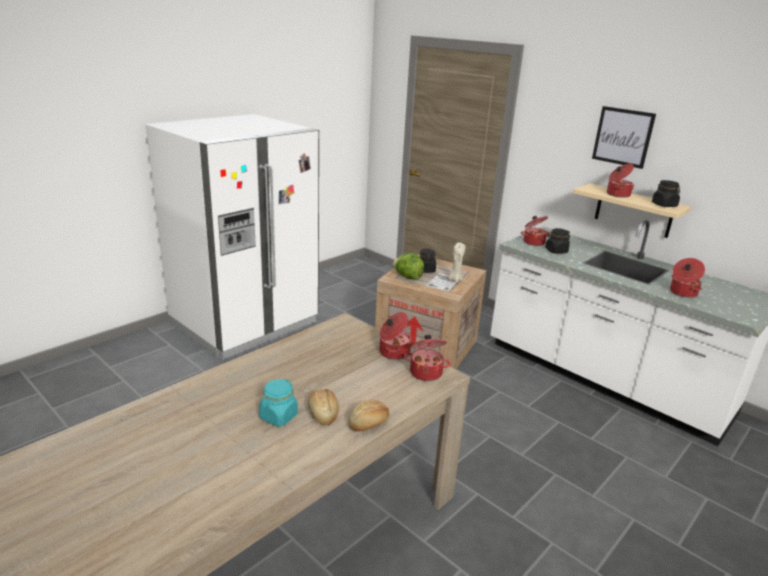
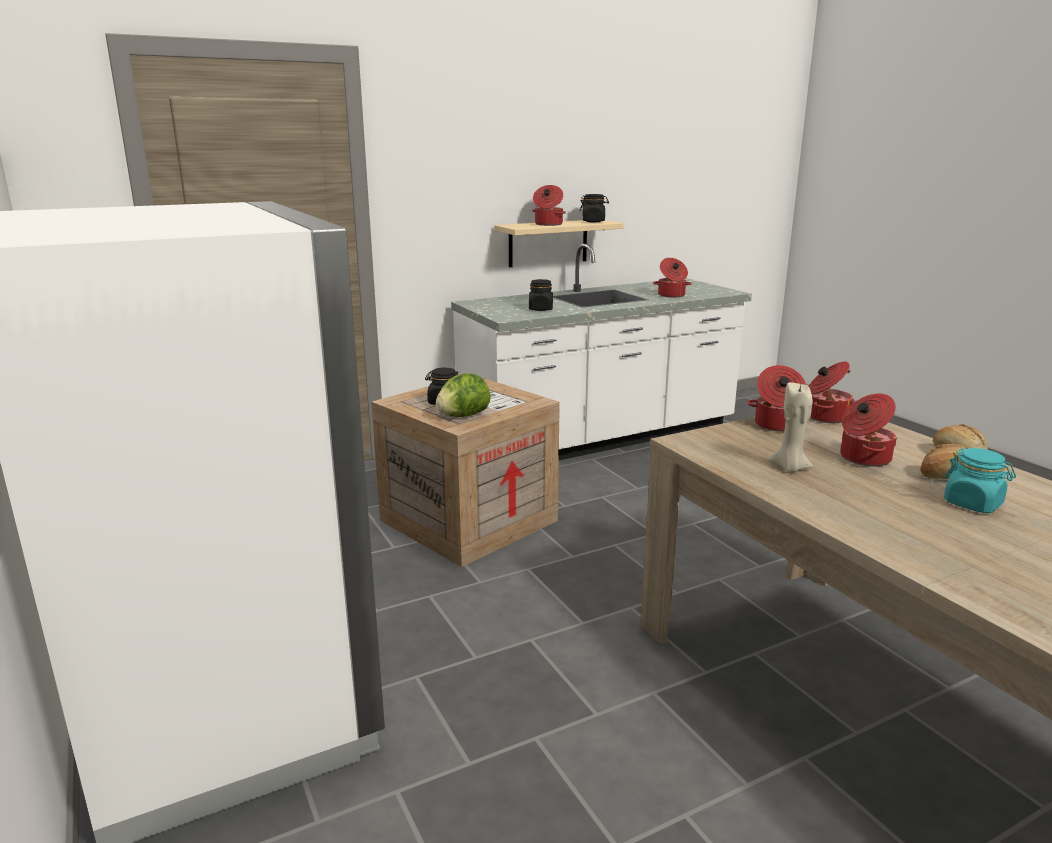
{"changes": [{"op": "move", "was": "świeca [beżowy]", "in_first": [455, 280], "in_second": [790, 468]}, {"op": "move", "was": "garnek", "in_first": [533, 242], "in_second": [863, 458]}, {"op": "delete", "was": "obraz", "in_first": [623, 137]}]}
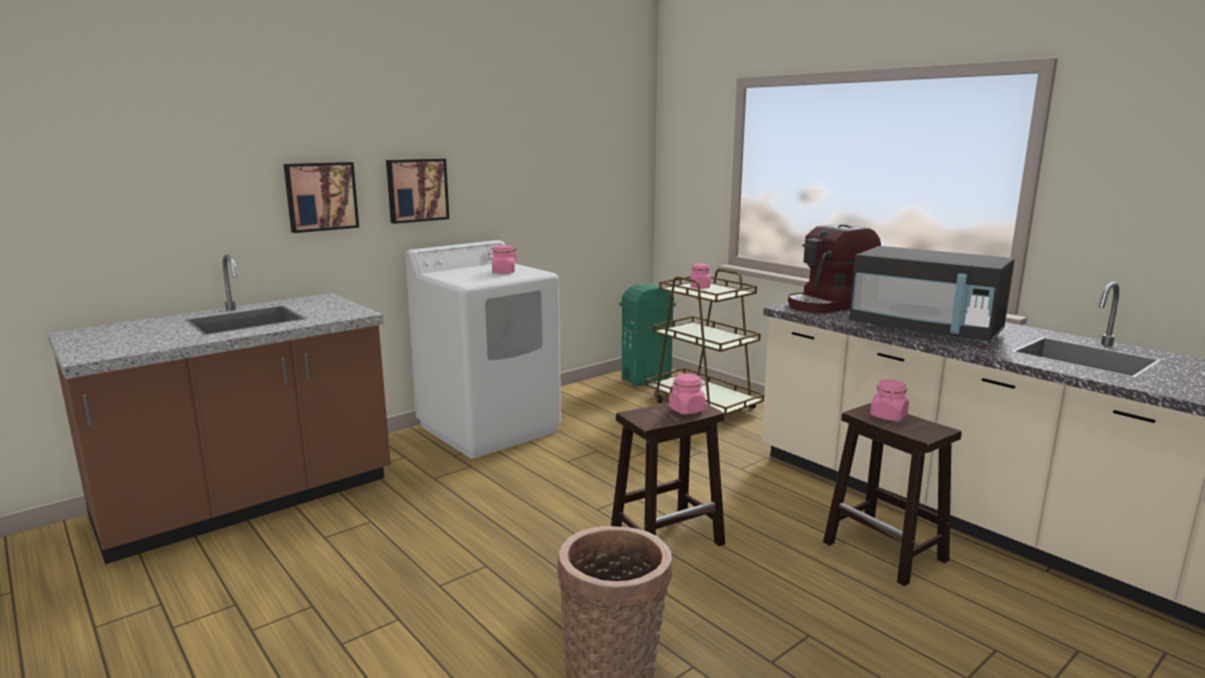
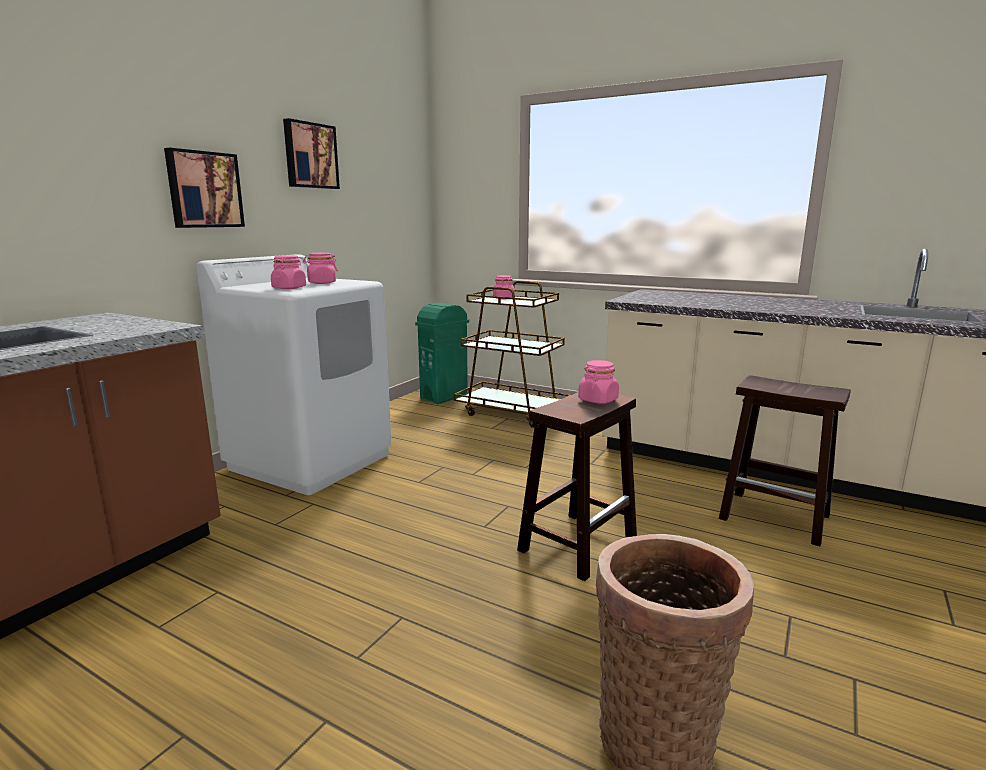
{"changes": [{"op": "move", "was": "obraz", "in_first": [321, 196], "in_second": [310, 156]}, {"op": "delete", "was": "ekspres do kawy", "in_first": [829, 305]}, {"op": "delete", "was": "mikrofalówka [czarny]", "in_first": [925, 331]}, {"op": "move", "was": "słoik [różowy]", "in_first": [888, 416], "in_second": [289, 288]}]}
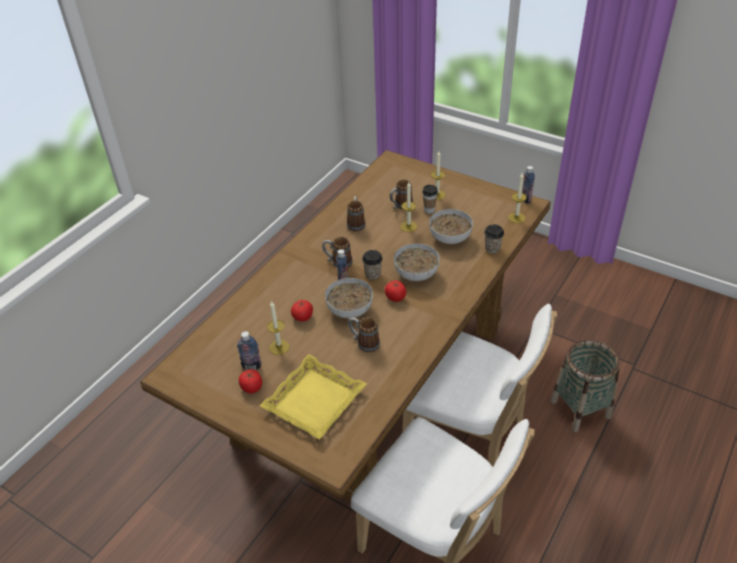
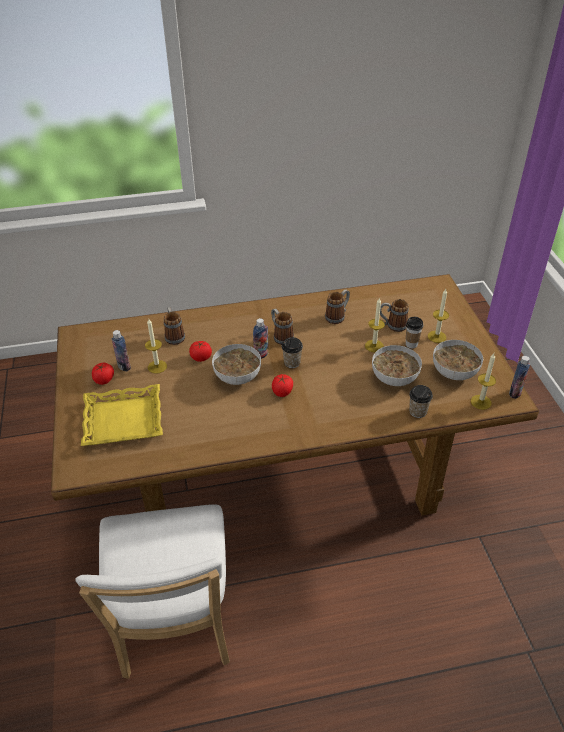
{"changes": [{"op": "move", "was": "kubek", "in_first": [364, 343], "in_second": [174, 336]}, {"op": "move", "was": "miska", "in_first": [416, 273], "in_second": [455, 372]}, {"op": "delete", "was": "krzesło [biały]", "in_first": [469, 439]}, {"op": "delete", "was": "koszyk", "in_first": [580, 409]}]}
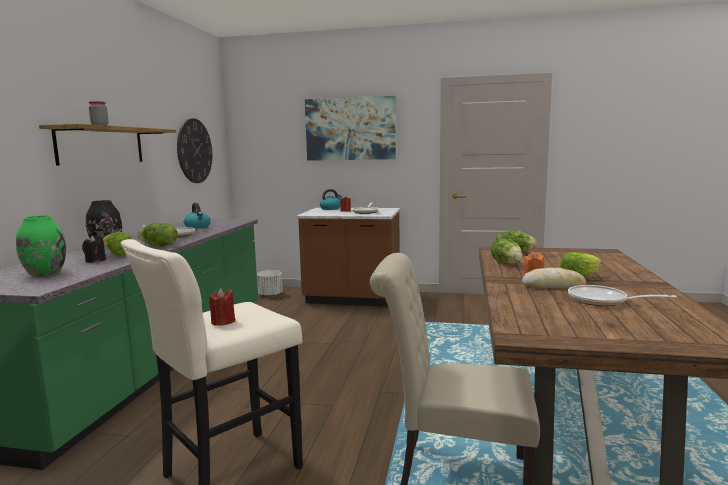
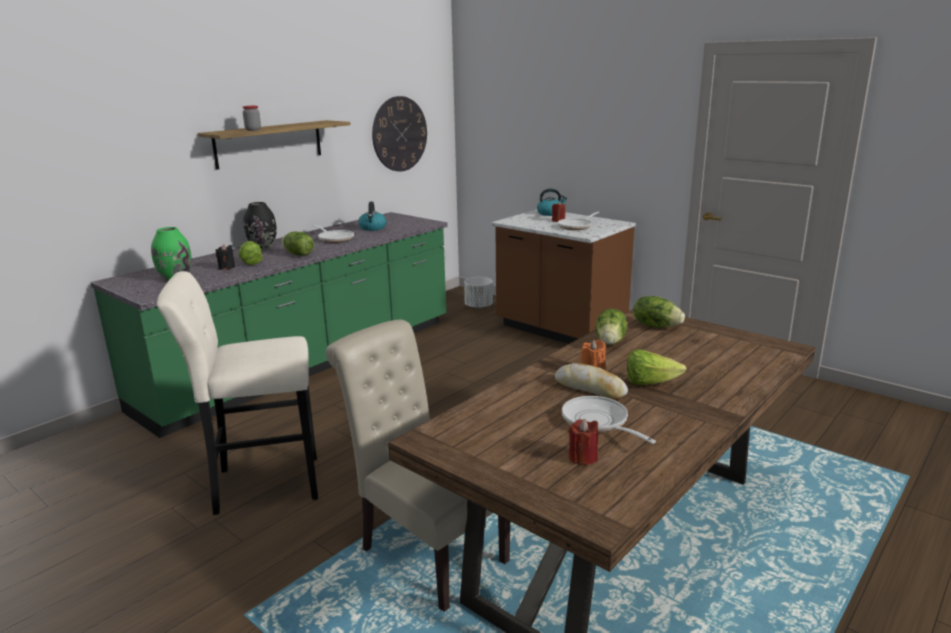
{"changes": [{"op": "move", "was": "świeca [czerwony]", "in_first": [223, 322], "in_second": [583, 457]}, {"op": "delete", "was": "obraz", "in_first": [350, 129]}]}
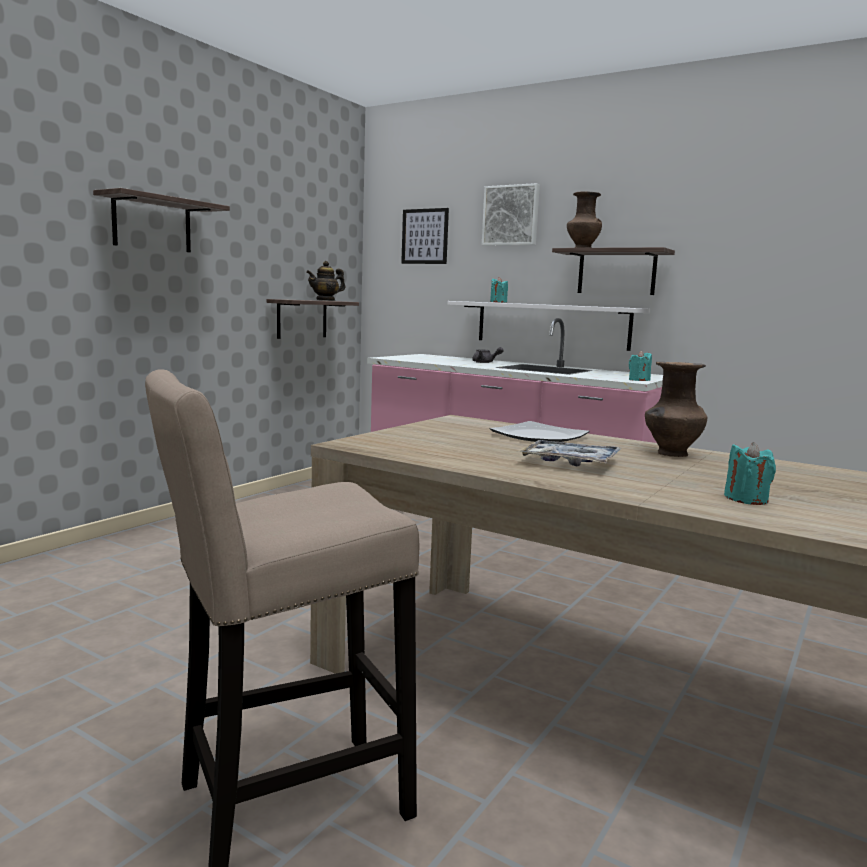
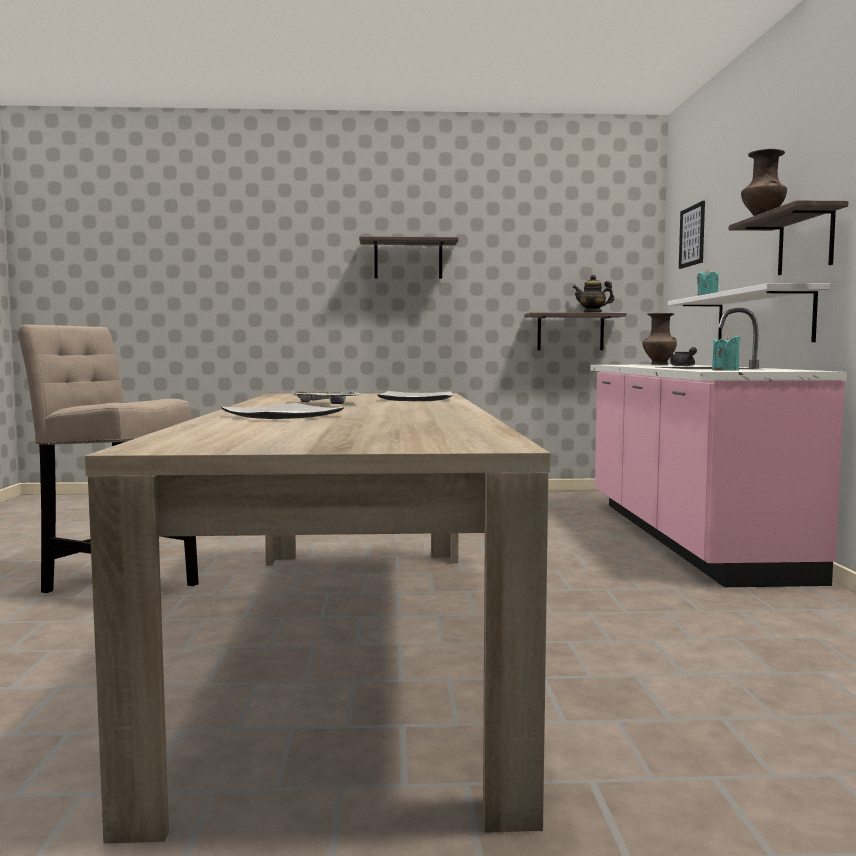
{"changes": [{"op": "delete", "was": "obraz", "in_first": [511, 215]}, {"op": "move", "was": "wazon [brązowy]", "in_first": [671, 454], "in_second": [658, 364]}, {"op": "replace", "was": "świeca [turkusowy]", "now": "talerz", "in_first": [746, 499], "in_second": [281, 416]}]}
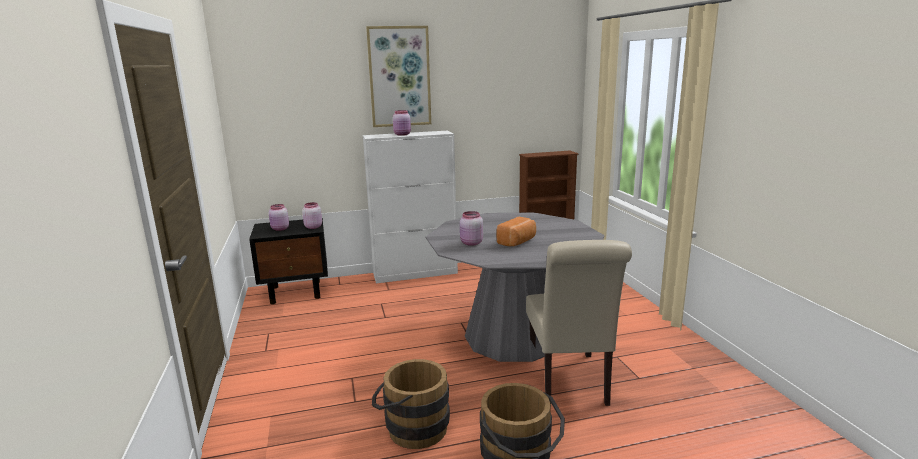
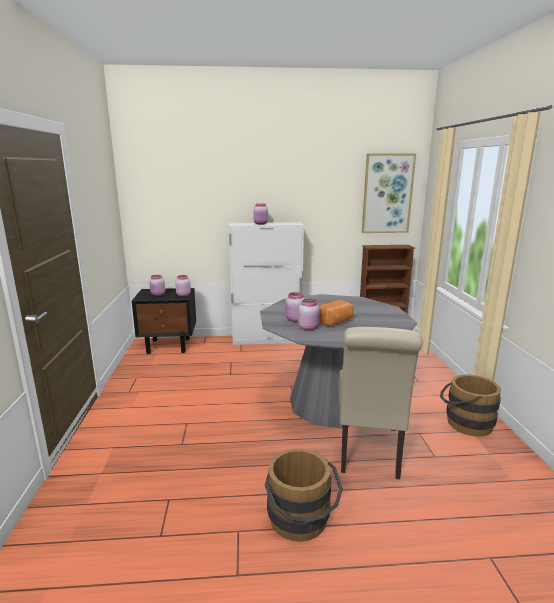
{"changes": [{"op": "move", "was": "obraz", "in_first": [399, 77], "in_second": [387, 194]}, {"op": "move", "was": "wiadro [brązowy]", "in_first": [411, 428], "in_second": [464, 423]}, {"op": "insert", "now": "słoik [różowy]", "in_second": [309, 328]}]}
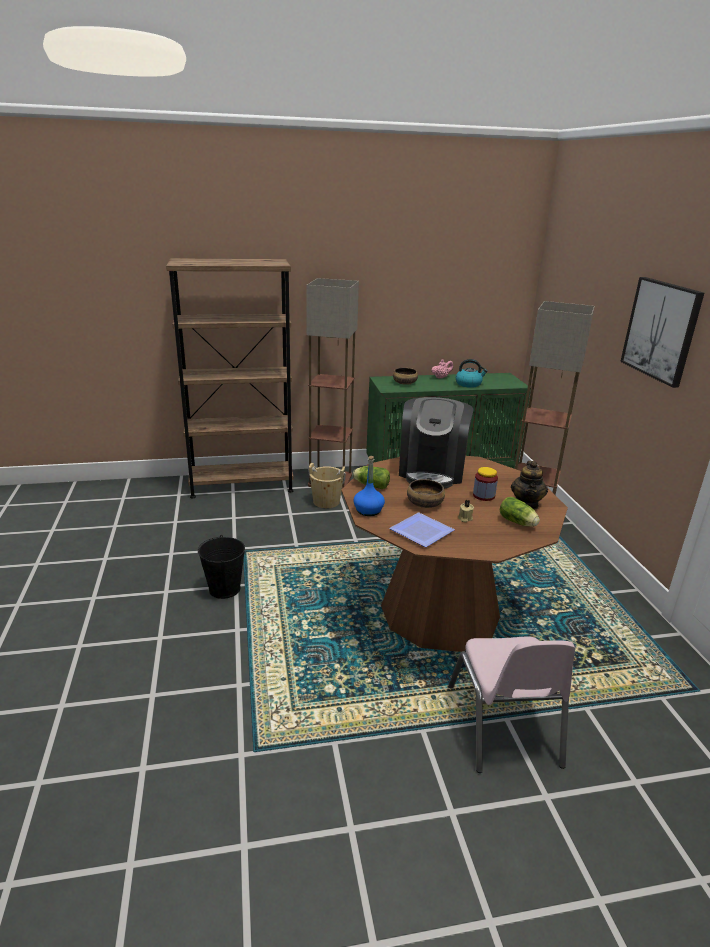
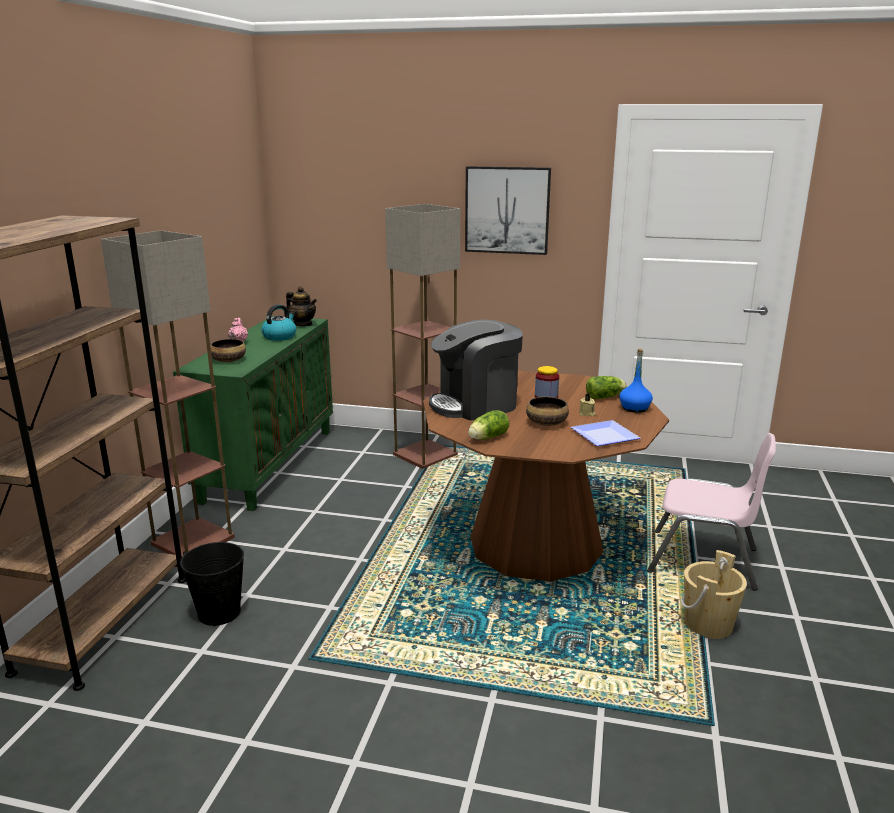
{"changes": [{"op": "move", "was": "wiadro [czarny]", "in_first": [225, 589], "in_second": [219, 612]}, {"op": "move", "was": "wiadro [beżowy]", "in_first": [326, 502], "in_second": [708, 624]}, {"op": "move", "was": "butelka [niebieski]", "in_first": [368, 510], "in_second": [635, 408]}, {"op": "rotate", "was": "ekspres do kawy", "in_first": [432, 471], "in_second": [475, 404], "clockwise": 120}, {"op": "move", "was": "imbryk", "in_first": [526, 504], "in_second": [303, 324]}]}
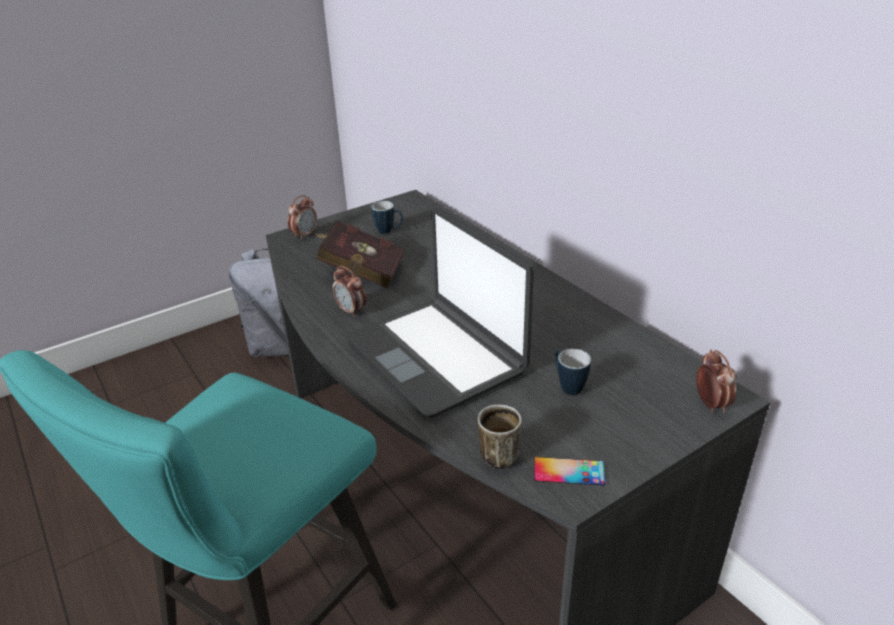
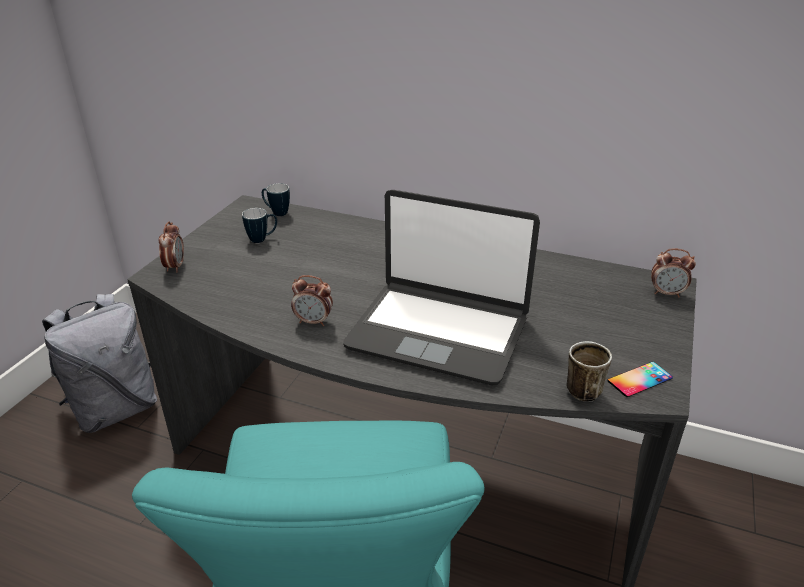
{"changes": [{"op": "delete", "was": "książka [czerwony]", "in_first": [360, 272]}, {"op": "move", "was": "kubek", "in_first": [567, 386], "in_second": [276, 213]}, {"op": "rotate", "was": "budzik", "in_first": [710, 404], "in_second": [666, 293], "clockwise": 150}]}
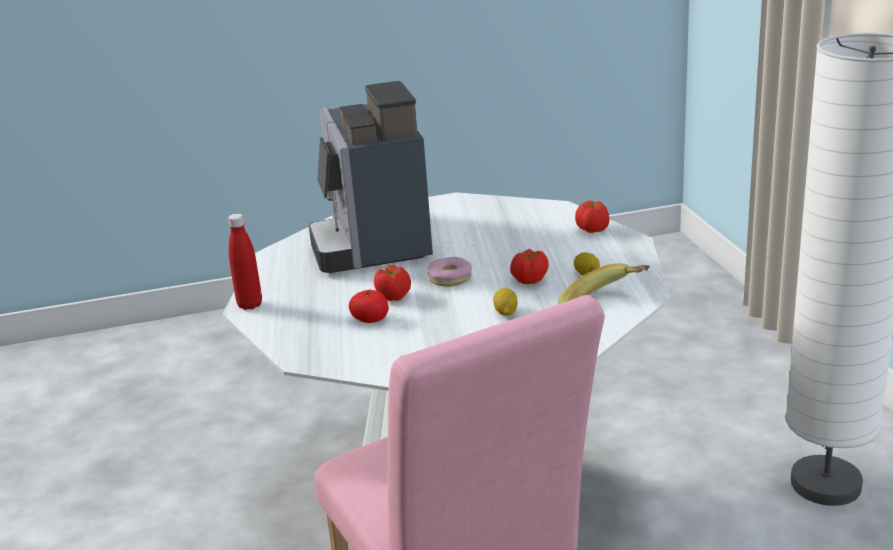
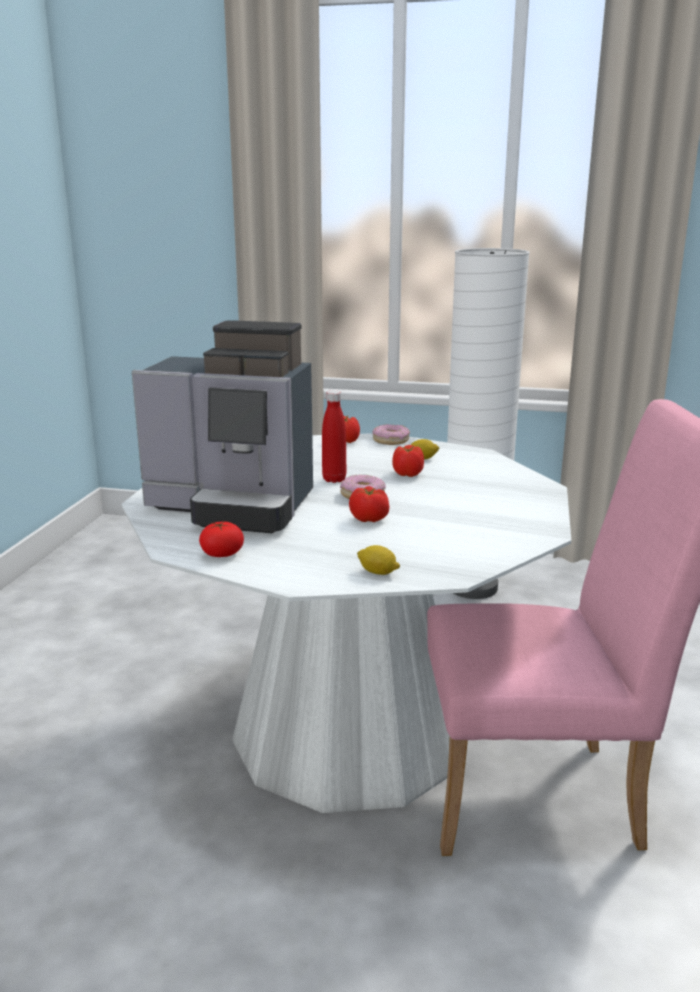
{"changes": [{"op": "move", "was": "butelka [czerwony]", "in_first": [250, 305], "in_second": [334, 479]}, {"op": "move", "was": "pomidor", "in_first": [370, 319], "in_second": [222, 554]}, {"op": "move", "was": "cytryna", "in_first": [506, 312], "in_second": [378, 572]}, {"op": "delete", "was": "banan", "in_first": [603, 306]}, {"op": "insert", "now": "donut", "in_second": [391, 440]}]}
